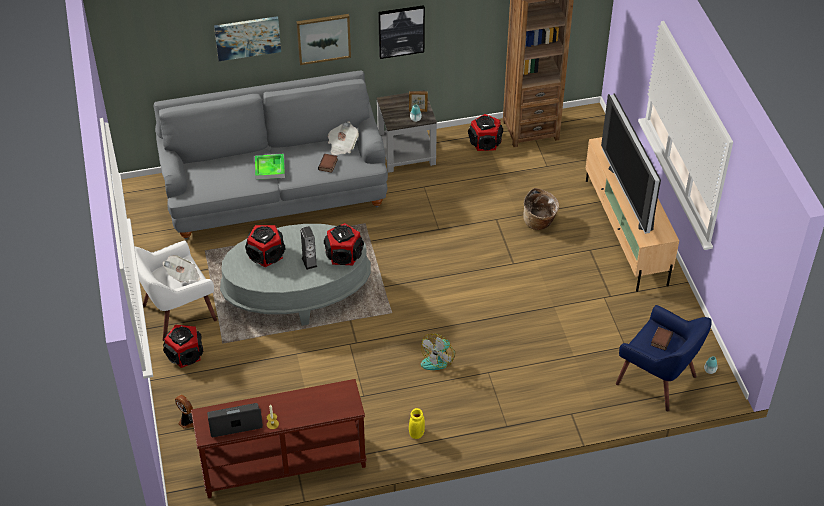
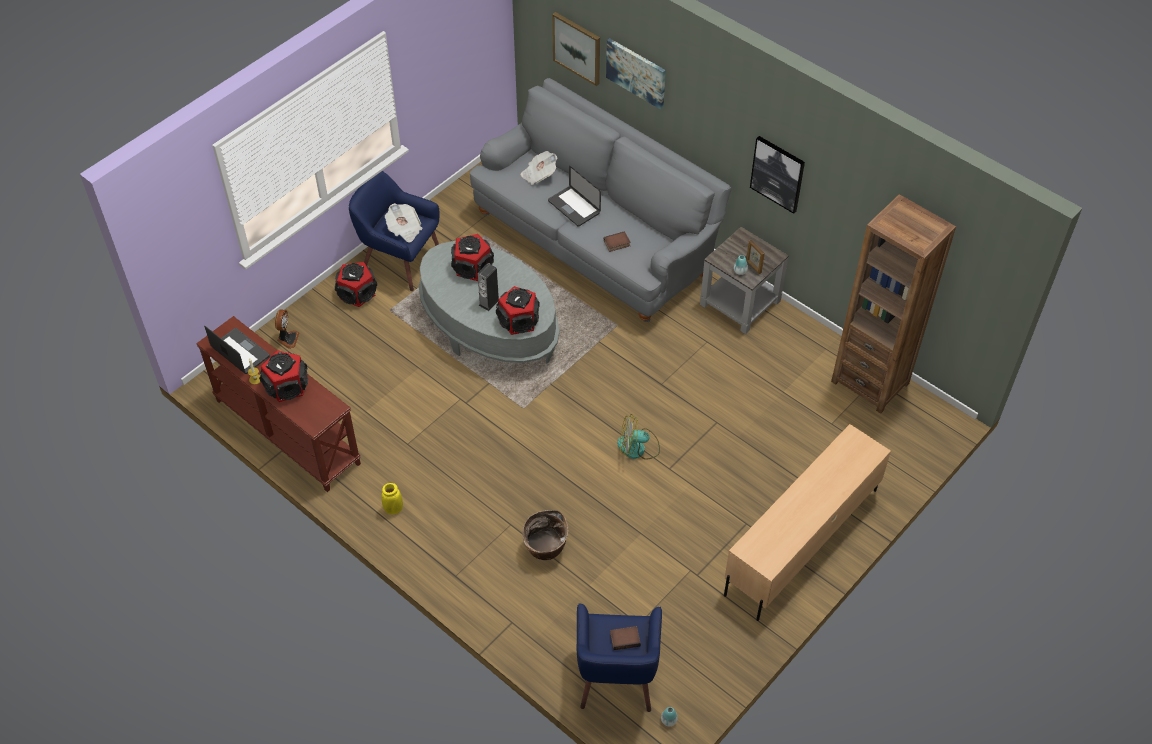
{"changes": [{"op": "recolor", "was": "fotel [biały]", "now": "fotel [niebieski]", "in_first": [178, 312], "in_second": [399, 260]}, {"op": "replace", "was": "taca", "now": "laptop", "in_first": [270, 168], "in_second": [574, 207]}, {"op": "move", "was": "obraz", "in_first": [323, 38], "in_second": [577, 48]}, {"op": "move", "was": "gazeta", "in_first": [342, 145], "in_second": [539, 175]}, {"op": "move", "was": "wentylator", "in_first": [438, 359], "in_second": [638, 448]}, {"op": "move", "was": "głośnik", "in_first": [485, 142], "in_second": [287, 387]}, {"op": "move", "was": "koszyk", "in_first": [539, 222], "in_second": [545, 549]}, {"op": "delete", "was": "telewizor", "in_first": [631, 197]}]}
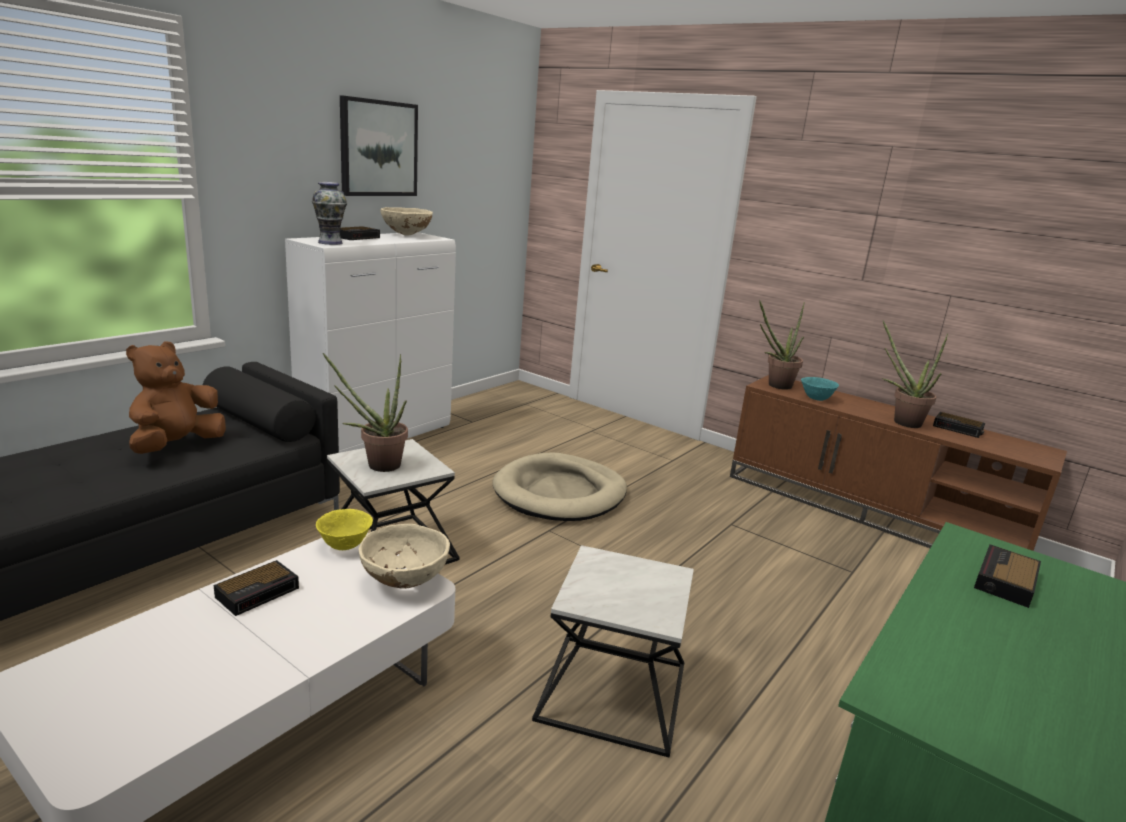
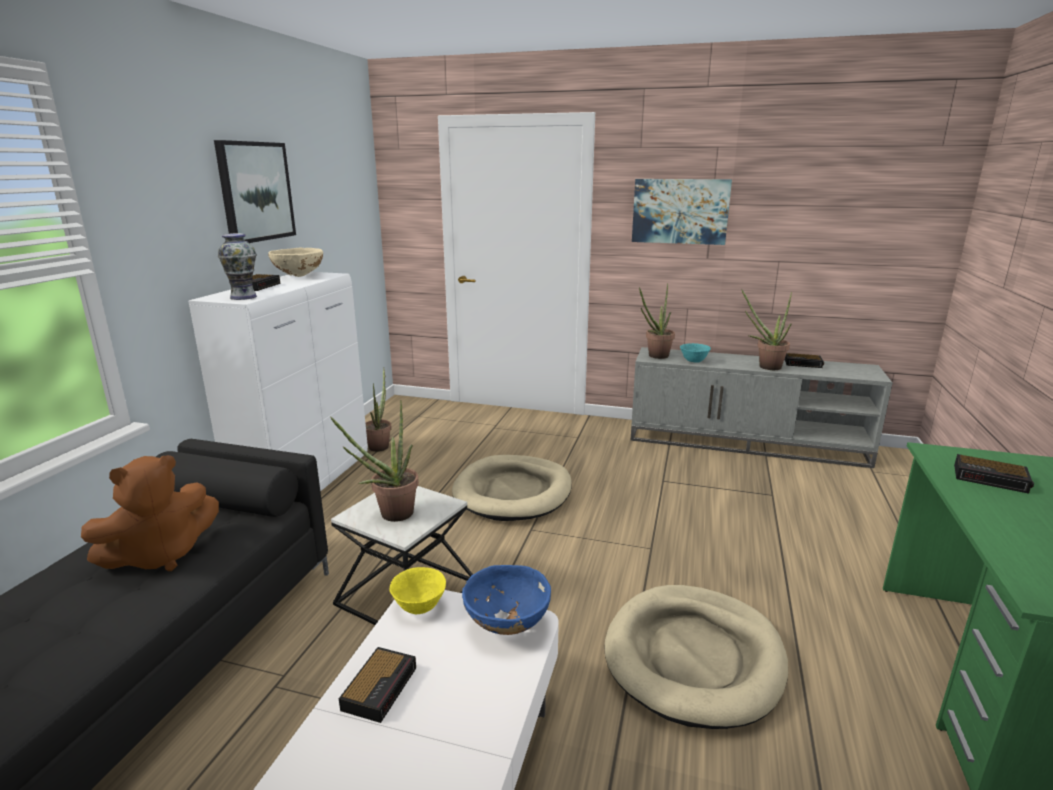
{"changes": [{"op": "rotate", "was": "pluszak [brązowy]", "in_first": [176, 446], "in_second": [161, 555], "clockwise": -135}, {"op": "recolor", "was": "miska [beżowy]", "now": "miska [niebieski]", "in_first": [404, 581], "in_second": [507, 624]}, {"op": "replace", "was": "stolik", "now": "legowisko [beżowy]", "in_first": [613, 691], "in_second": [694, 657]}, {"op": "recolor", "was": "szafka pod telewizor [brązowy]", "now": "szafka pod telewizor [szary]", "in_first": [871, 512], "in_second": [746, 442]}, {"op": "rotate", "was": "budzik", "in_first": [1005, 582], "in_second": [991, 479], "clockwise": -75}, {"op": "insert", "now": "roślina doniczkowa", "in_second": [380, 445]}, {"op": "insert", "now": "obraz", "in_second": [680, 211]}]}
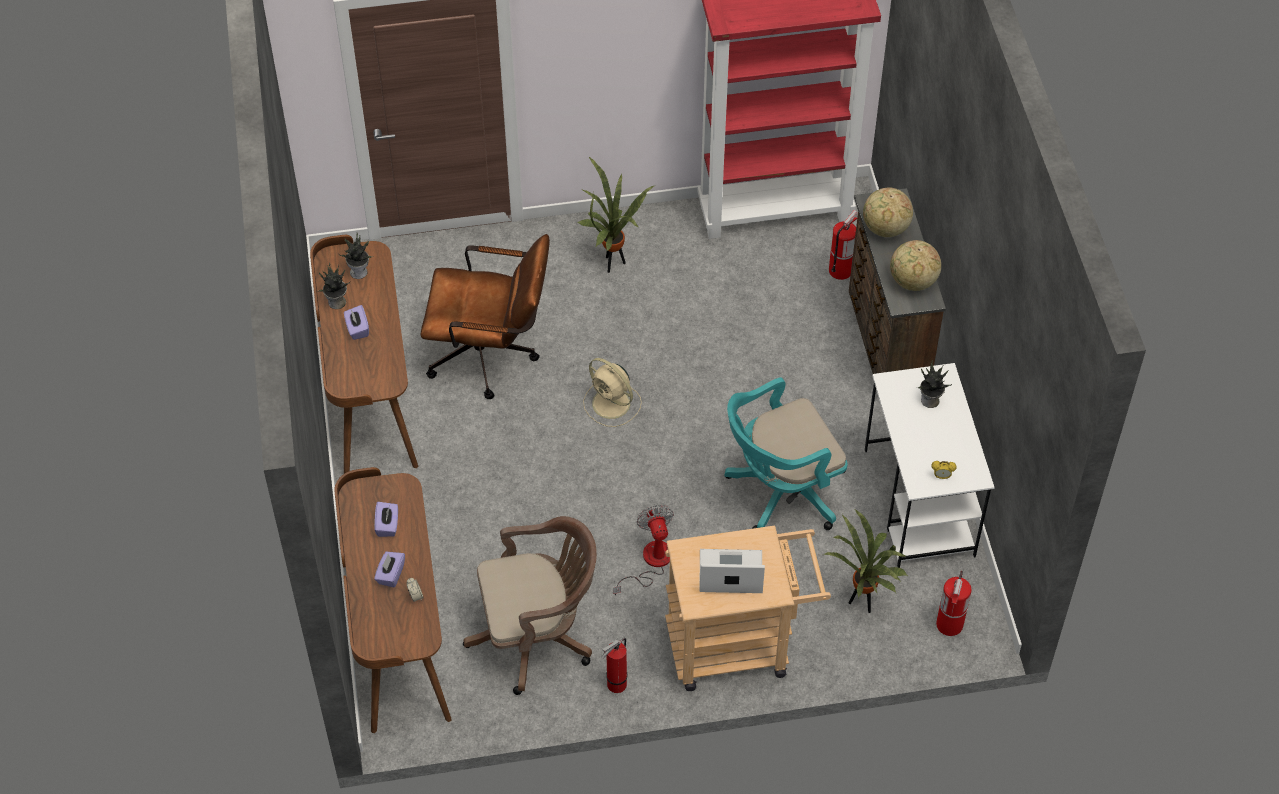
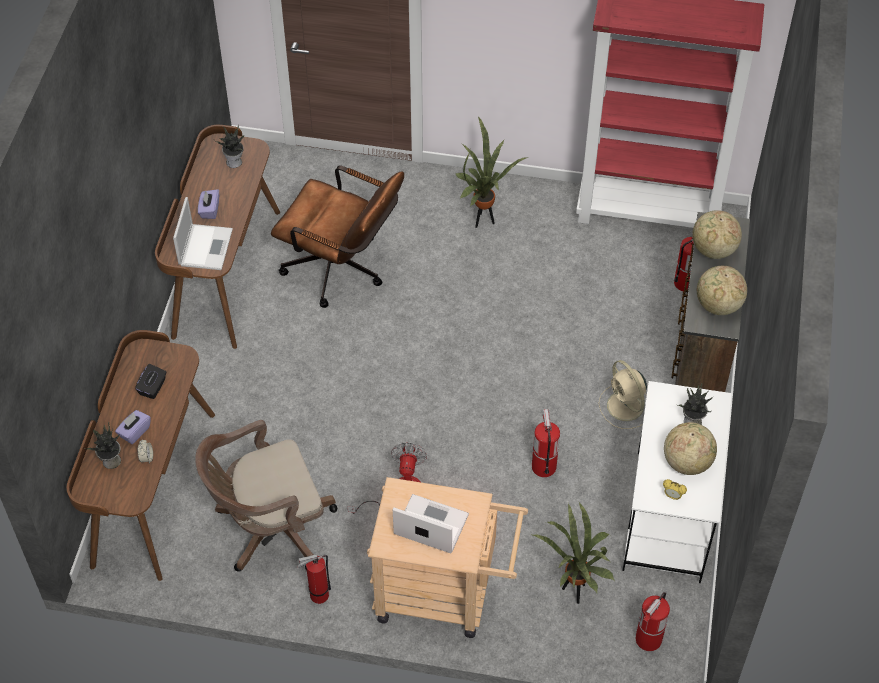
{"changes": [{"op": "move", "was": "roślina doniczkowa", "in_first": [337, 303], "in_second": [111, 461]}, {"op": "recolor", "was": "pudełko chusteczek [fioletowy]", "now": "pudełko chusteczek [czarny]", "in_first": [387, 525], "in_second": [153, 388]}, {"op": "rotate", "was": "krzesło biurowe [brązowy]", "in_first": [537, 636], "in_second": [270, 529], "clockwise": 150}, {"op": "move", "was": "wentylator [beżowy]", "in_first": [612, 404], "in_second": [626, 407]}, {"op": "replace", "was": "krzesło biurowe [turkusowy]", "now": "gaśnica", "in_first": [780, 492], "in_second": [543, 466]}, {"op": "insert", "now": "laptop", "in_second": [205, 246]}, {"op": "insert", "now": "globus", "in_second": [687, 462]}]}
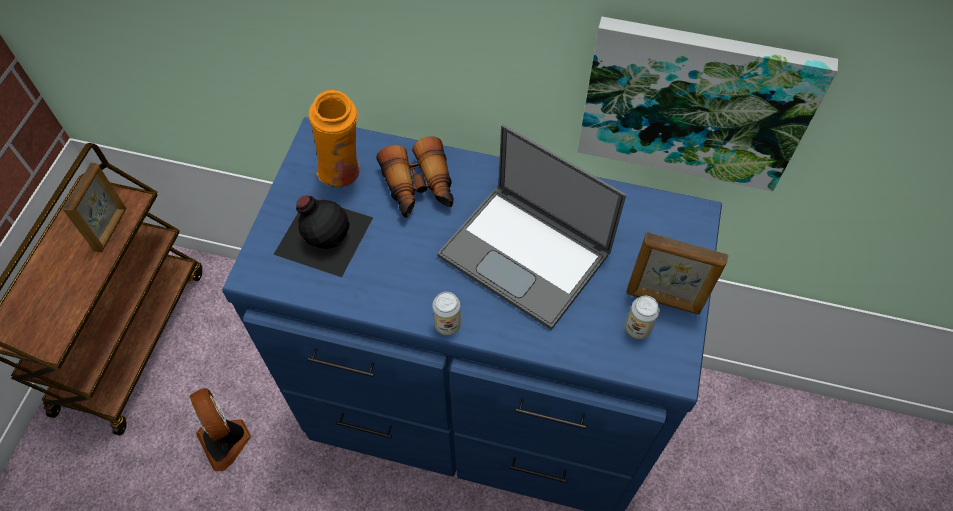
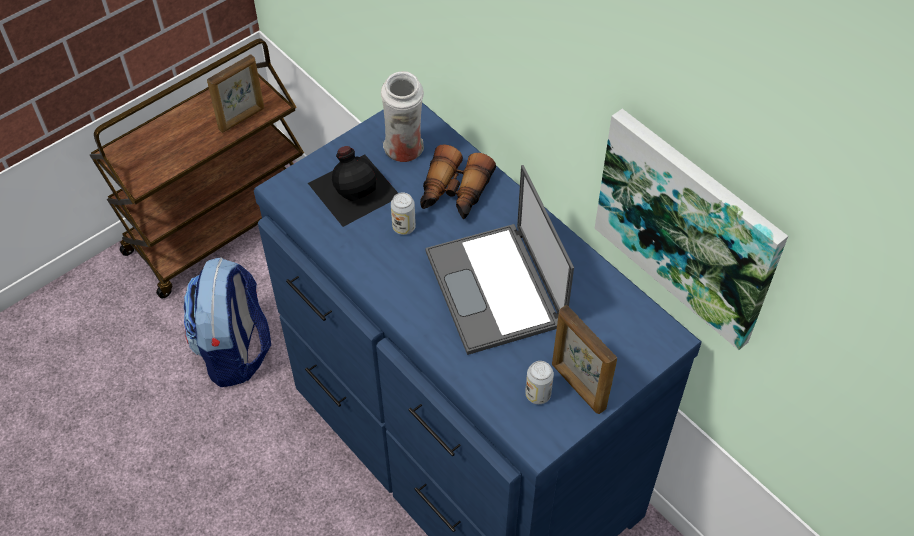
{"changes": [{"op": "replace", "was": "wentylator", "now": "plecak", "in_first": [226, 440], "in_second": [235, 351]}, {"op": "recolor", "was": "wazon [pomarańczowy]", "now": "wazon [biały]", "in_first": [343, 174], "in_second": [405, 151]}, {"op": "move", "was": "puszka", "in_first": [447, 324], "in_second": [404, 227]}]}
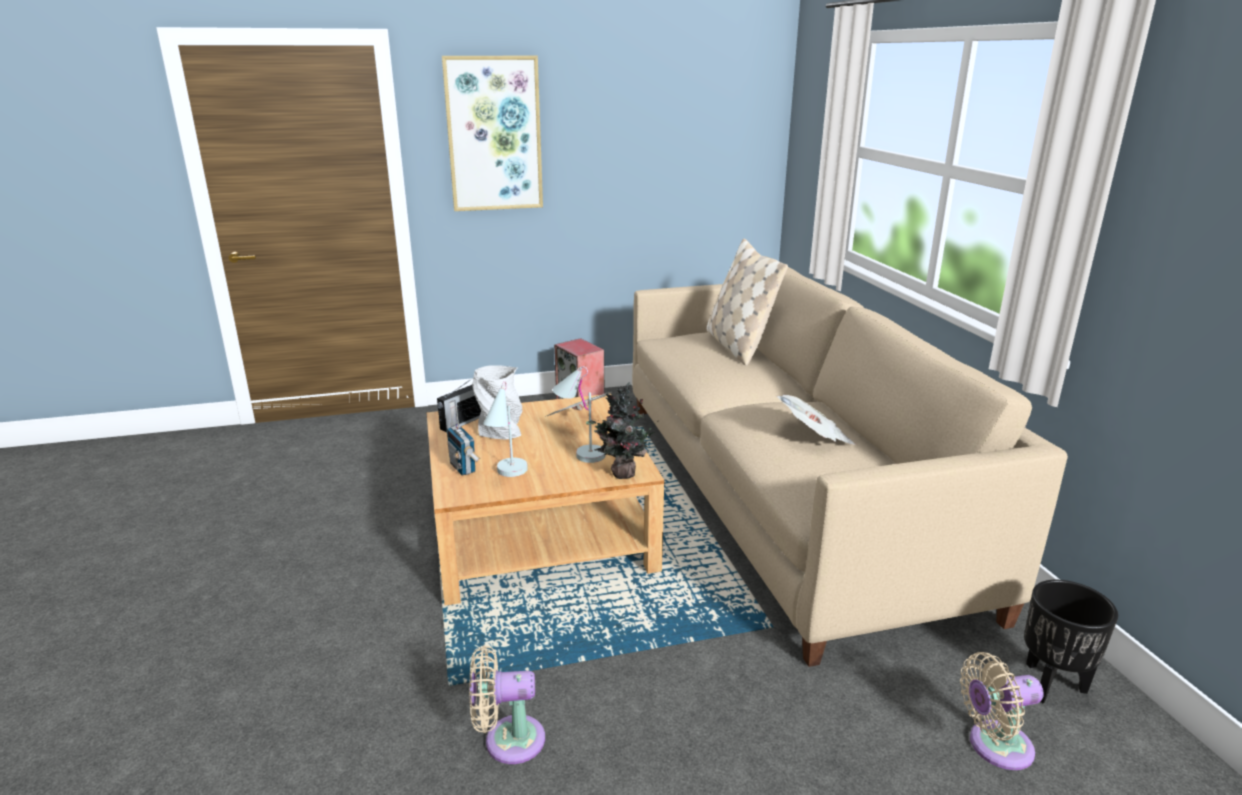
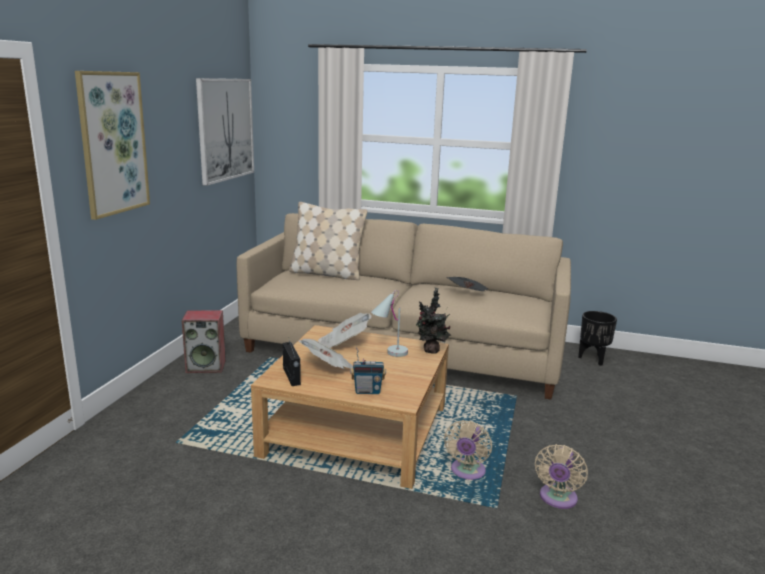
{"changes": [{"op": "replace", "was": "wazon [szary]", "now": "gazeta", "in_first": [501, 433], "in_second": [328, 368]}, {"op": "delete", "was": "lampa stołowa [biały]", "in_first": [507, 476]}, {"op": "move", "was": "wentylator [beżowy]", "in_first": [994, 746], "in_second": [467, 472]}, {"op": "insert", "now": "obraz", "in_second": [225, 129]}]}
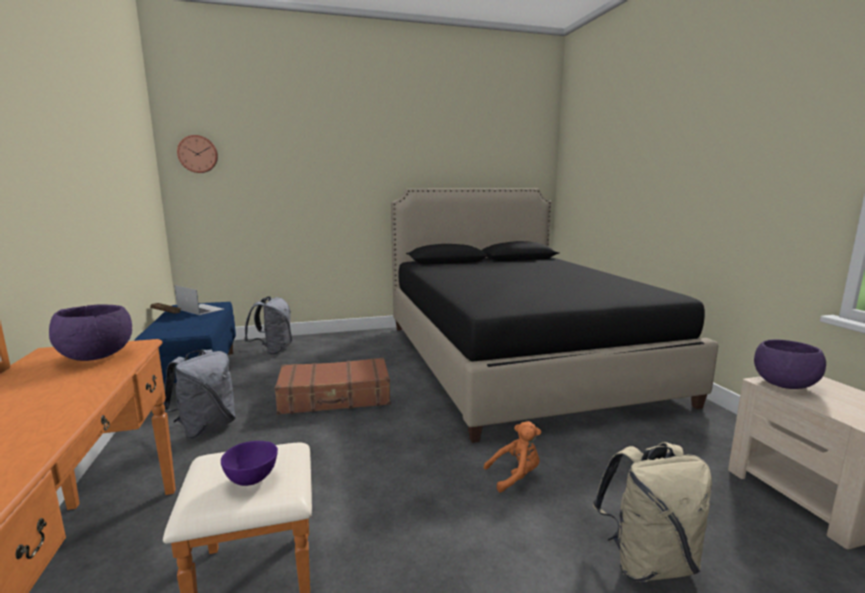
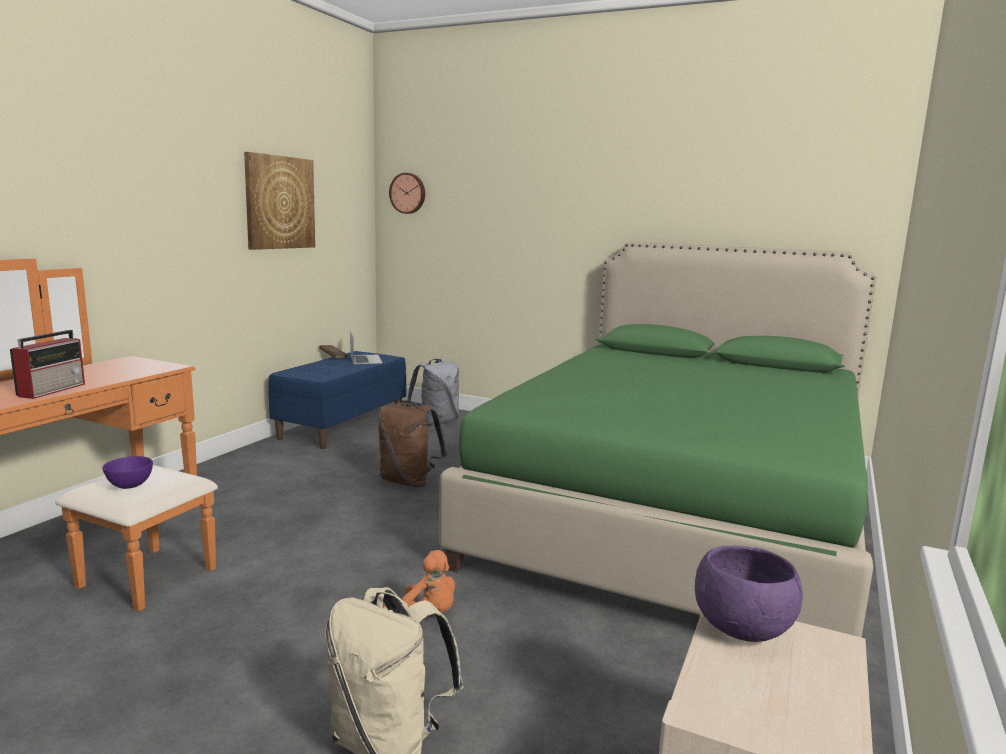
{"changes": [{"op": "delete", "was": "miska [fioletowy]", "in_first": [97, 357]}, {"op": "delete", "was": "plecak [szary]", "in_first": [206, 428]}, {"op": "replace", "was": "walizka [brązowy]", "now": "plecak [brązowy]", "in_first": [335, 398], "in_second": [409, 482]}, {"op": "recolor", "was": "łóżko [czarny]", "now": "łóżko [zielony]", "in_first": [516, 360], "in_second": [678, 514]}, {"op": "insert", "now": "radio", "in_second": [53, 390]}, {"op": "insert", "now": "obraz", "in_second": [279, 202]}]}
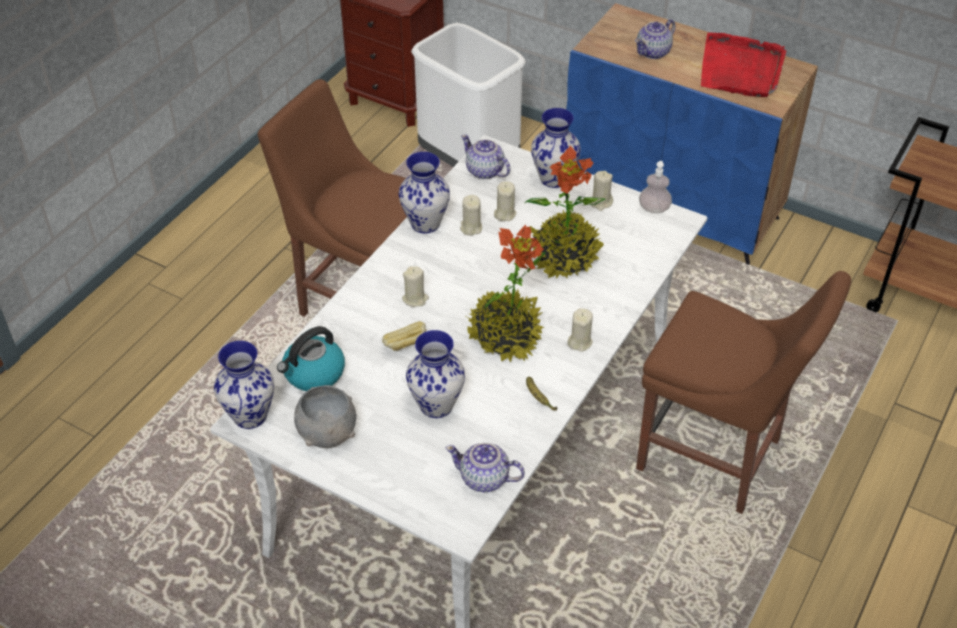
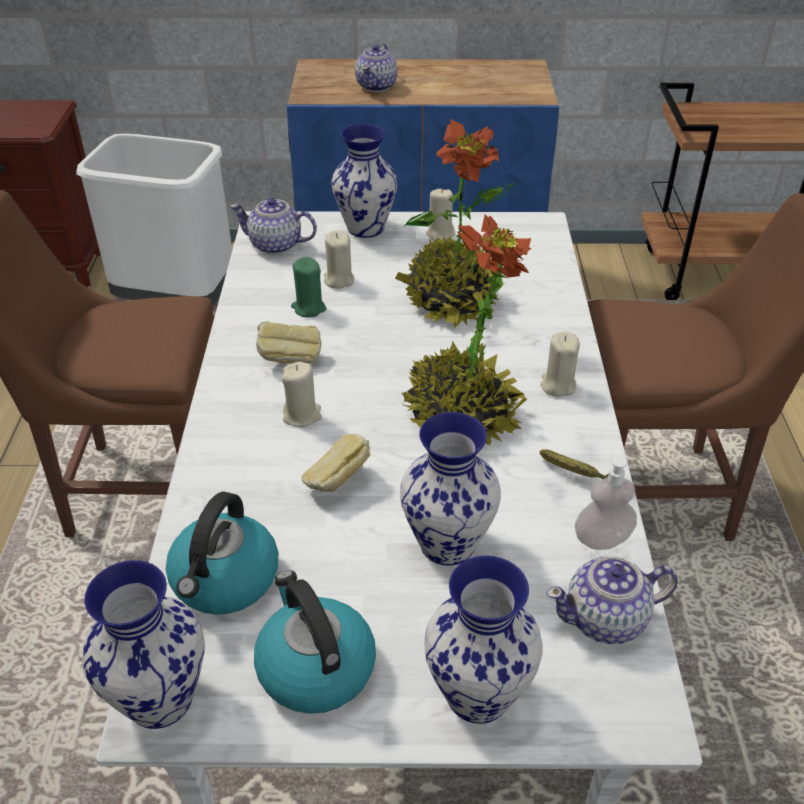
{"changes": [{"op": "replace", "was": "miska [szary]", "now": "czajnik", "in_first": [326, 434], "in_second": [314, 667]}, {"op": "move", "was": "wazon", "in_first": [425, 224], "in_second": [479, 696]}, {"op": "recolor", "was": "świeca [beżowy]", "now": "świeca [zielony]", "in_first": [471, 228], "in_second": [308, 308]}, {"op": "move", "was": "dozownik mydła", "in_first": [654, 208], "in_second": [602, 539]}, {"op": "delete", "was": "taca [czerwony]", "in_first": [740, 69]}, {"op": "insert", "now": "chleb", "in_second": [290, 359]}]}
